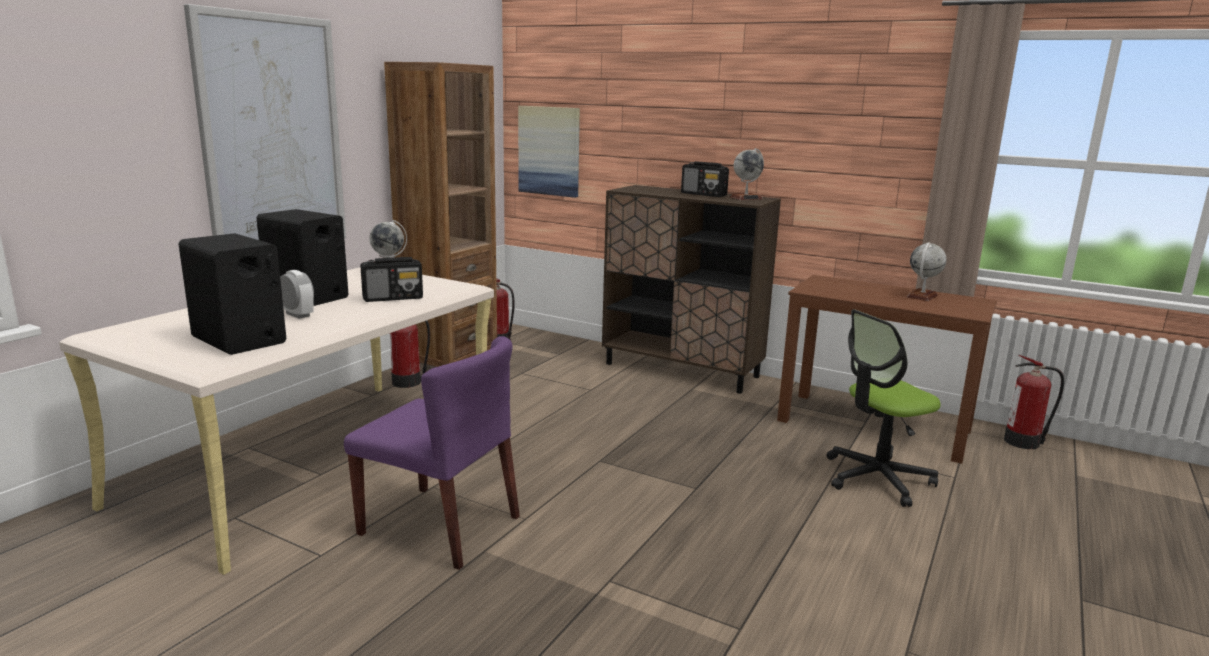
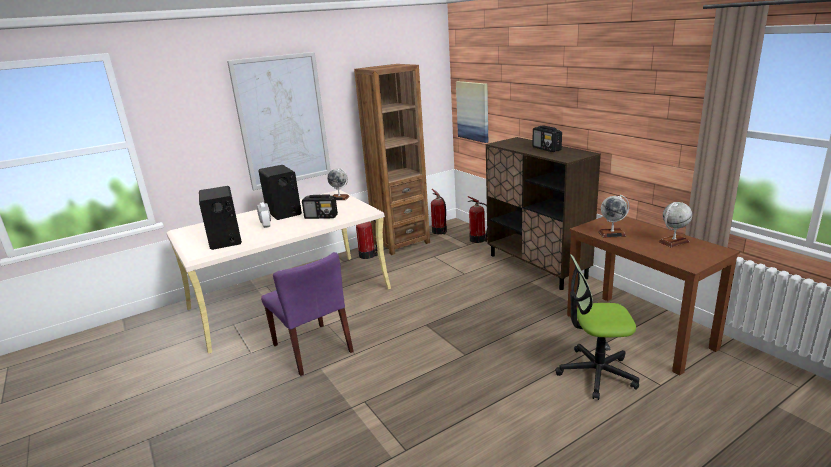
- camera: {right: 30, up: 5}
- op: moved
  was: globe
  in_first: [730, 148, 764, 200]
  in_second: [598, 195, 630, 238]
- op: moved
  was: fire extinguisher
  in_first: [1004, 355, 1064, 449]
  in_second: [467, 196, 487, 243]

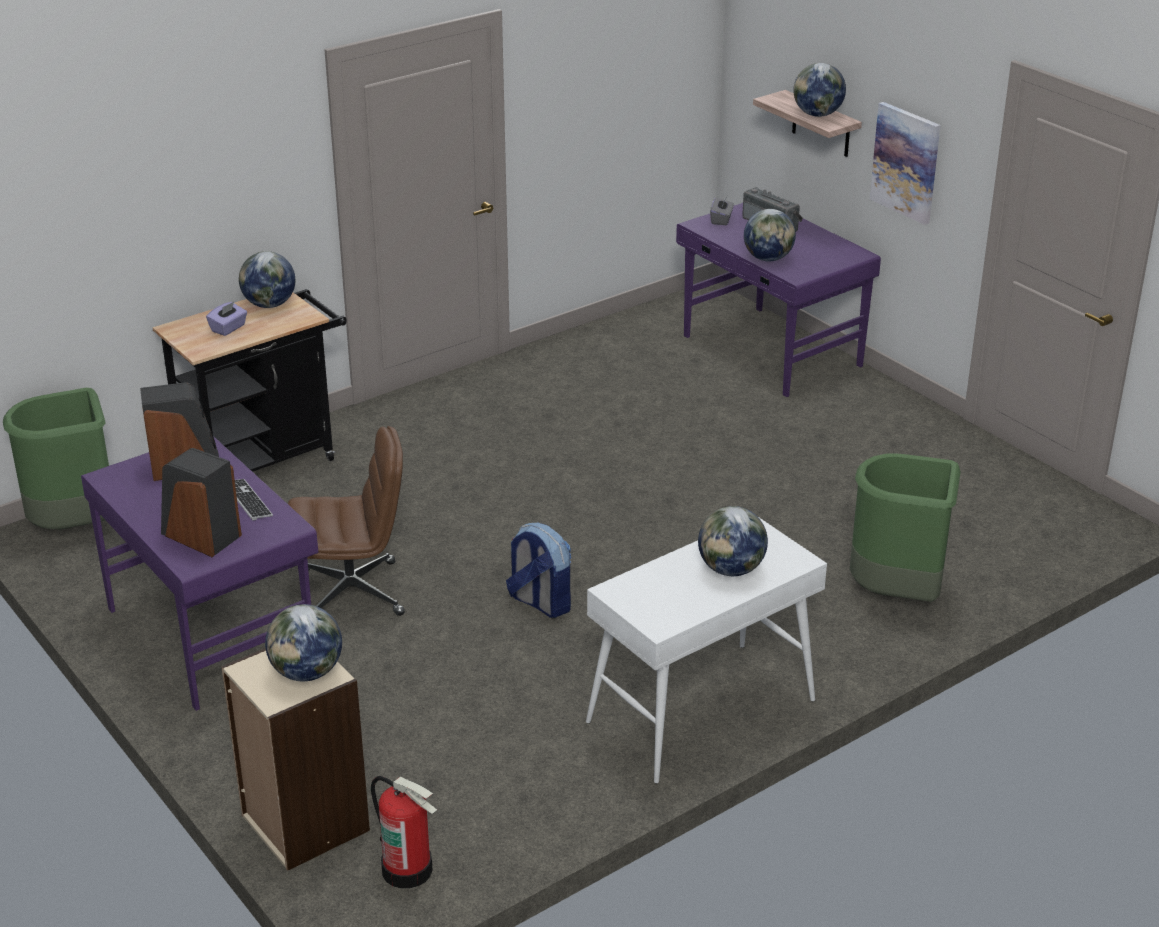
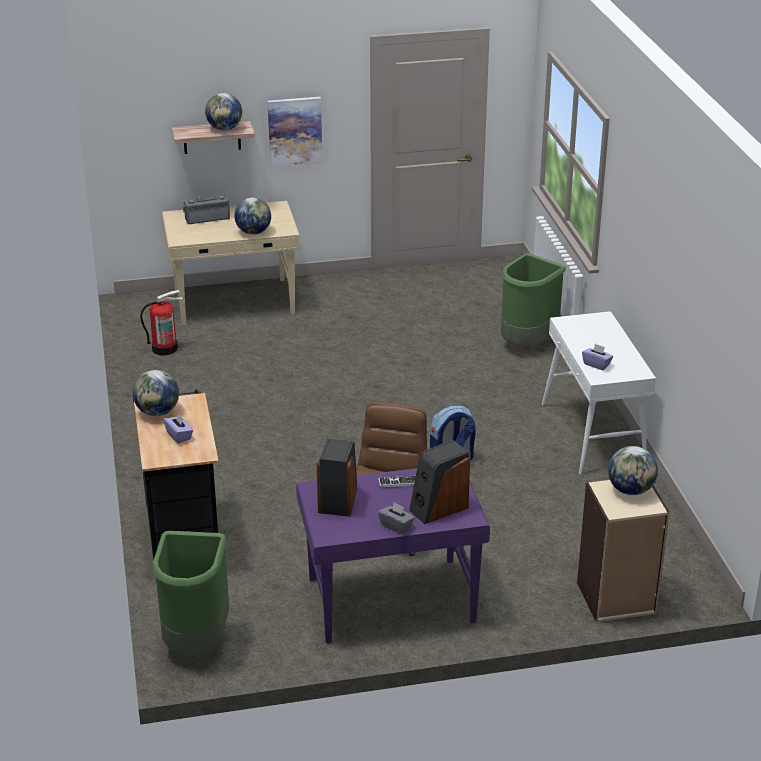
- camera: {right: -65, up: 0}
- op: moved
  was: grey tissue box
  in_first: [710, 196, 734, 225]
  in_second: [378, 502, 415, 534]
- op: recoloured
  was: purple desk
  now: beige desk
  in_first: [676, 203, 881, 397]
  in_second: [162, 201, 300, 325]
- op: removed
  was: globe
  in_first: [698, 506, 768, 576]
- op: moved
  was: fire extinguisher
  in_first: [371, 776, 437, 889]
  in_second: [140, 290, 183, 356]
- op: added
  now: purple tissue box
  in_second: [582, 344, 613, 370]

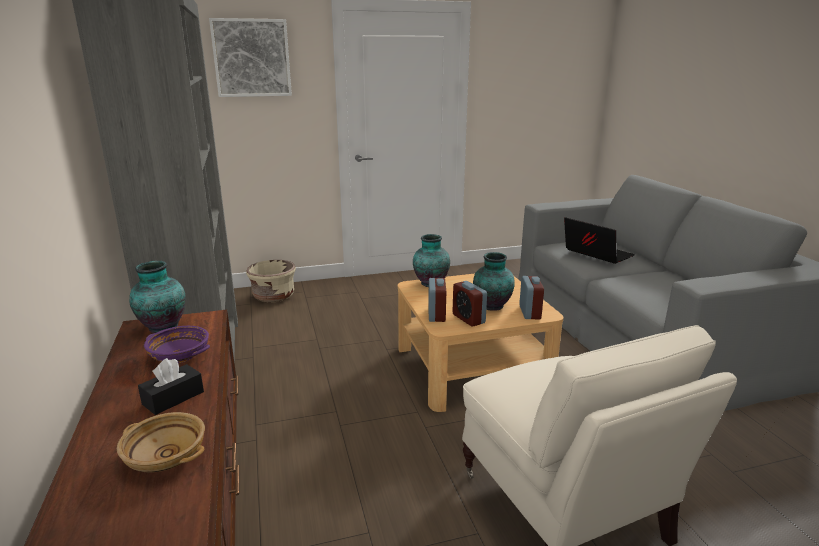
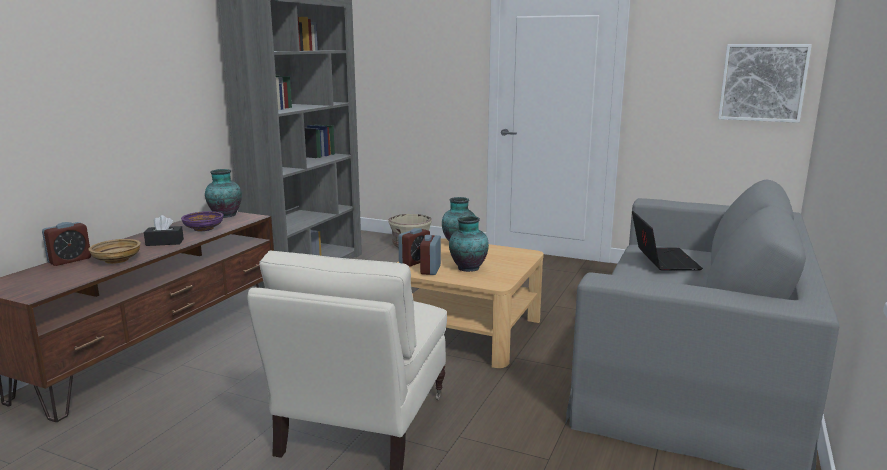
- camera: {right: 40, up: -5}
- op: moved
  was: picture
  in_first: [209, 18, 292, 97]
  in_second: [718, 44, 812, 123]
- op: moved
  was: alarm clock
  in_first: [519, 276, 544, 319]
  in_second: [42, 222, 91, 266]

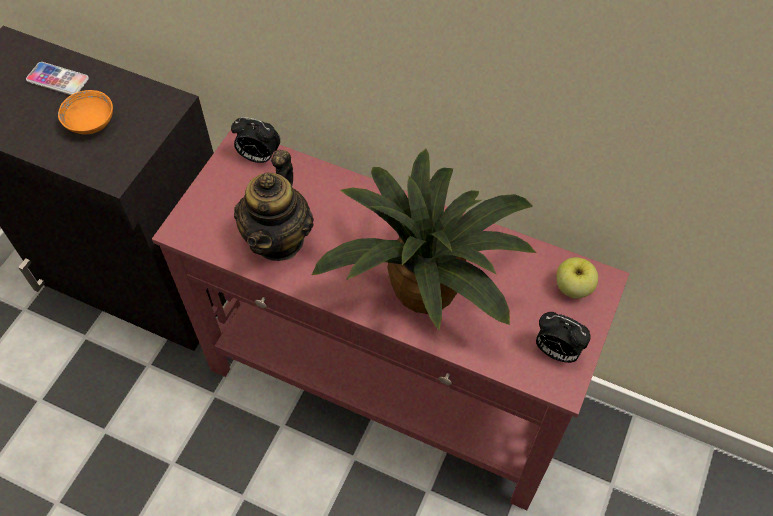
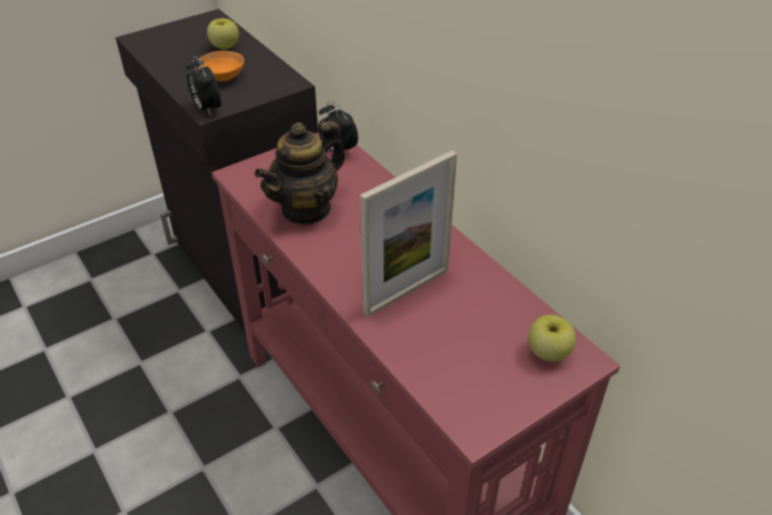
- camera: {right: 30, up: -15}
- op: replaced
  was: phone
  now: apple
  in_first: [26, 62, 89, 95]
  in_second: [207, 18, 239, 49]
- op: replaced
  was: potted plant
  now: picture frame
  in_first: [312, 149, 536, 330]
  in_second: [360, 150, 457, 317]
- op: moved
  was: alarm clock
  in_first: [536, 312, 591, 363]
  in_second: [186, 56, 221, 116]

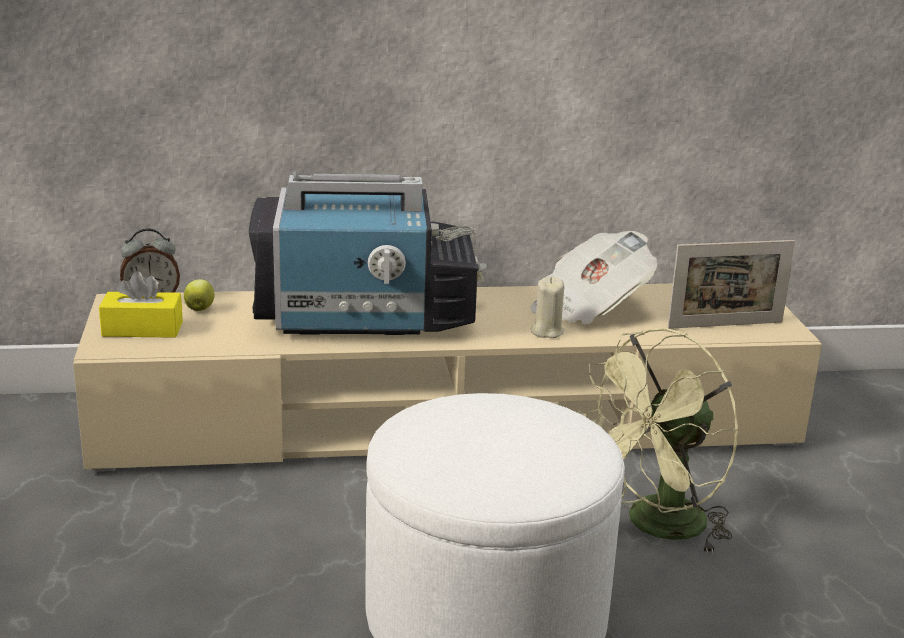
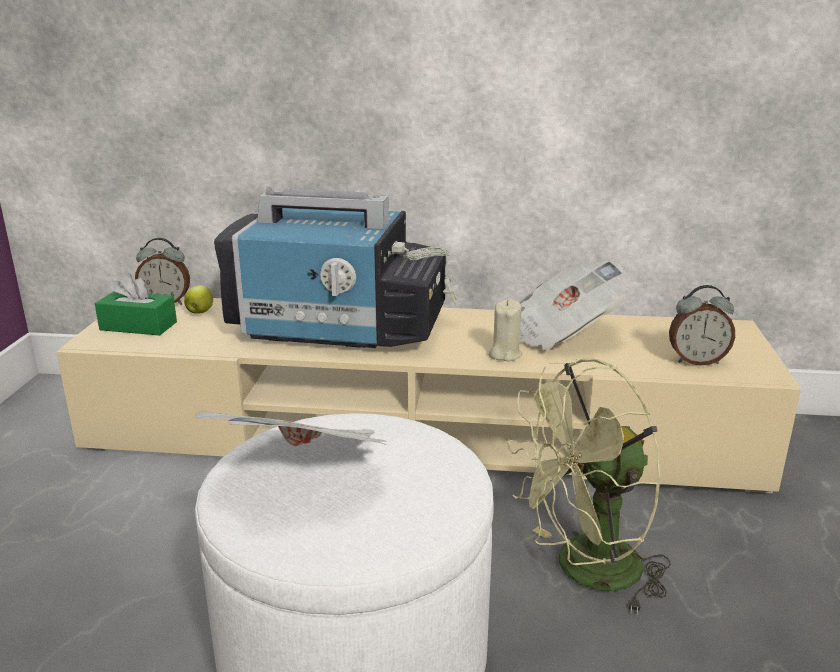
- camera: {right: 15, up: 0}
- op: replaced
  was: picture frame
  now: alarm clock
  in_first: [668, 240, 795, 329]
  in_second: [669, 285, 735, 366]
- op: recoloured
  was: yellow tissue box
  now: green tissue box
  in_first: [99, 271, 183, 338]
  in_second: [95, 273, 177, 335]
- op: added
  now: newspaper
  in_second: [194, 411, 386, 446]

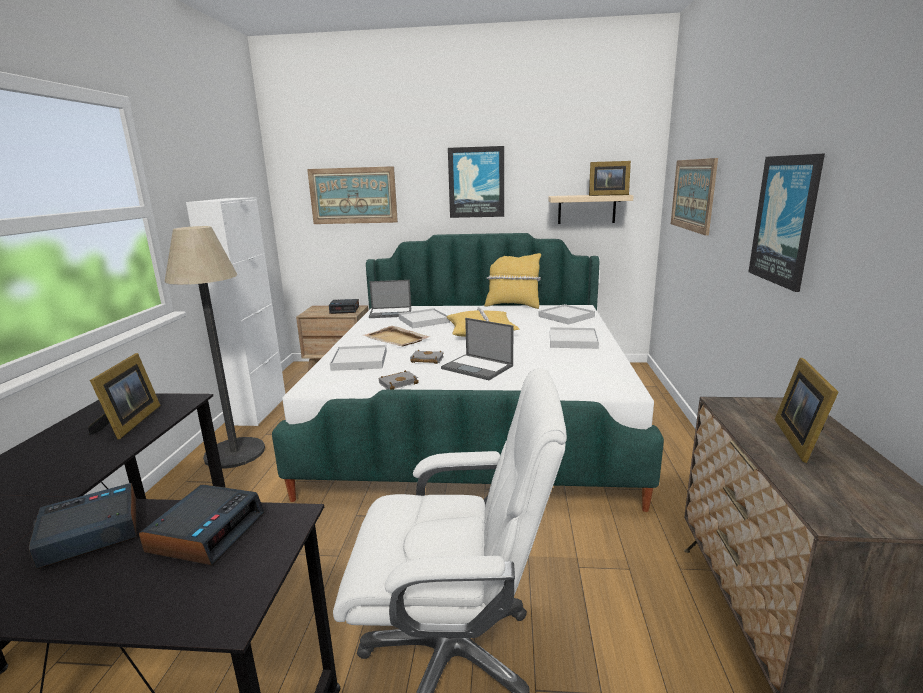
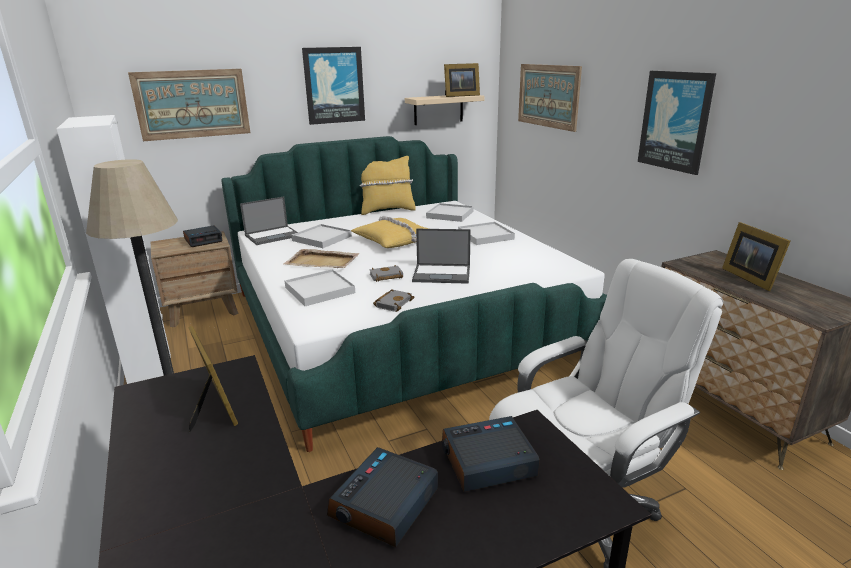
- camera: {right: -30, up: 5}
- op: turned
  was: alarm clock
  in_first: [139, 484, 265, 565]
  in_second: [442, 416, 540, 492]
  clockwise: -90

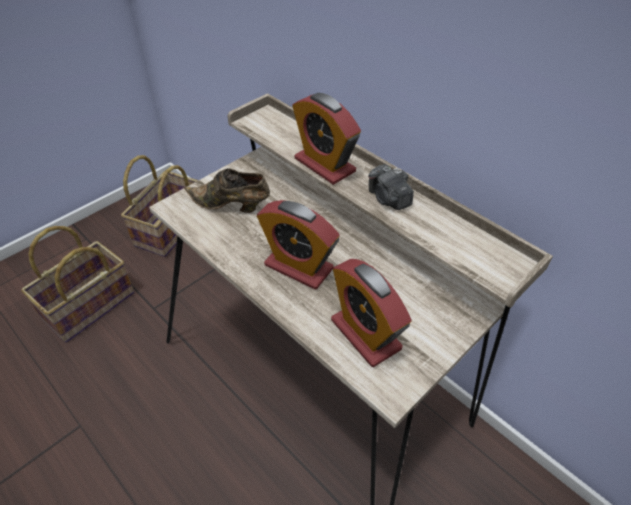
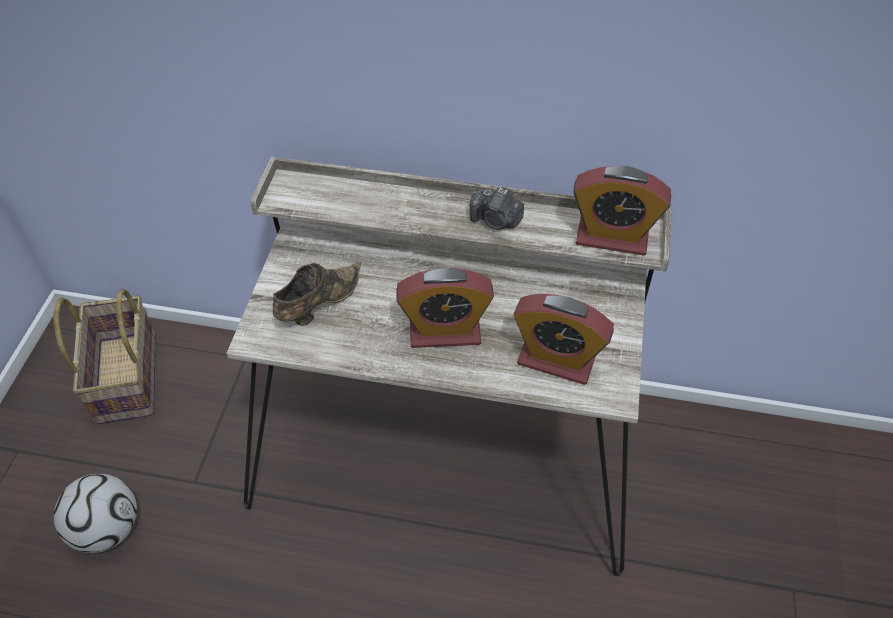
- camera: {right: -35, up: 5}
- op: moved
  was: alarm clock
  in_first: [293, 93, 361, 185]
  in_second: [573, 166, 671, 256]
- op: turned
  was: brown shoe
  in_first: [184, 168, 270, 213]
  in_second: [273, 261, 361, 326]
  clockwise: 150
- op: replaced
  was: basket
  now: football
  in_first: [21, 226, 134, 343]
  in_second: [54, 474, 137, 553]

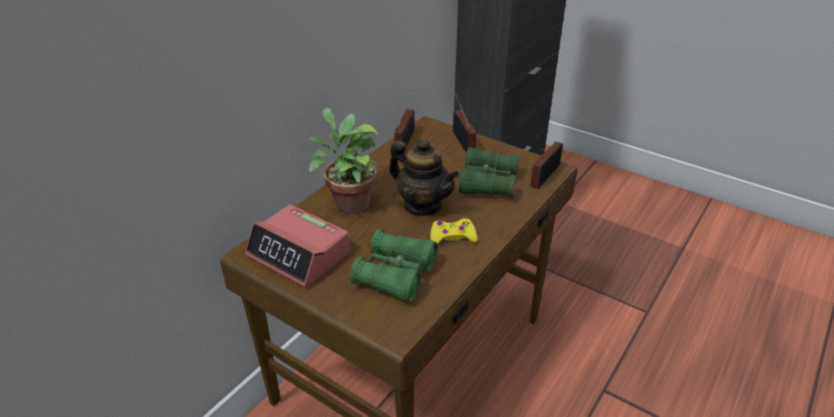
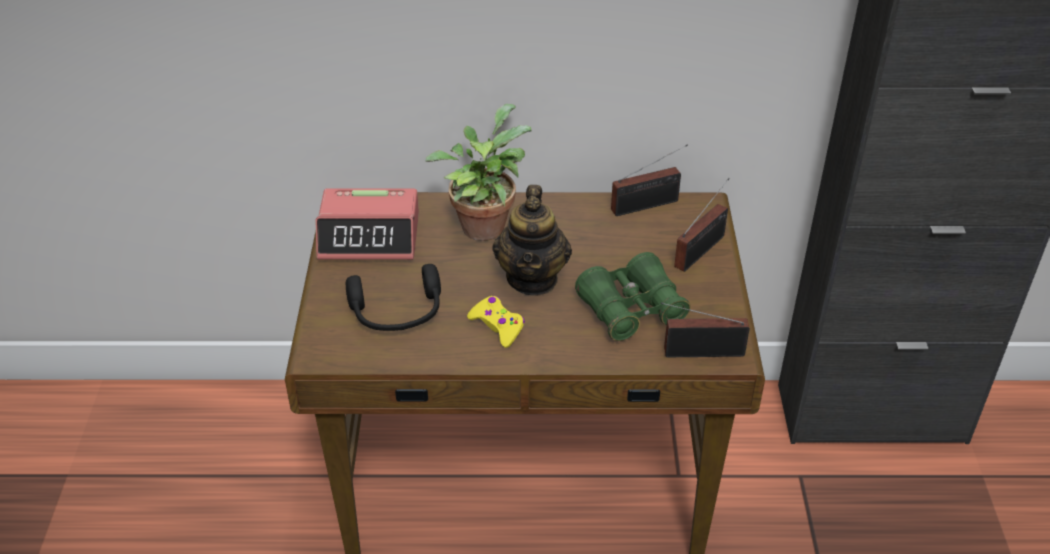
- camera: {right: 55, up: 5}
- op: turned
  was: alarm clock
  in_first: [245, 205, 350, 288]
  in_second: [315, 188, 419, 260]
  clockwise: -90
- op: replaced
  was: green binoculars
  now: black headphones
  in_first: [350, 229, 437, 302]
  in_second: [346, 264, 441, 331]

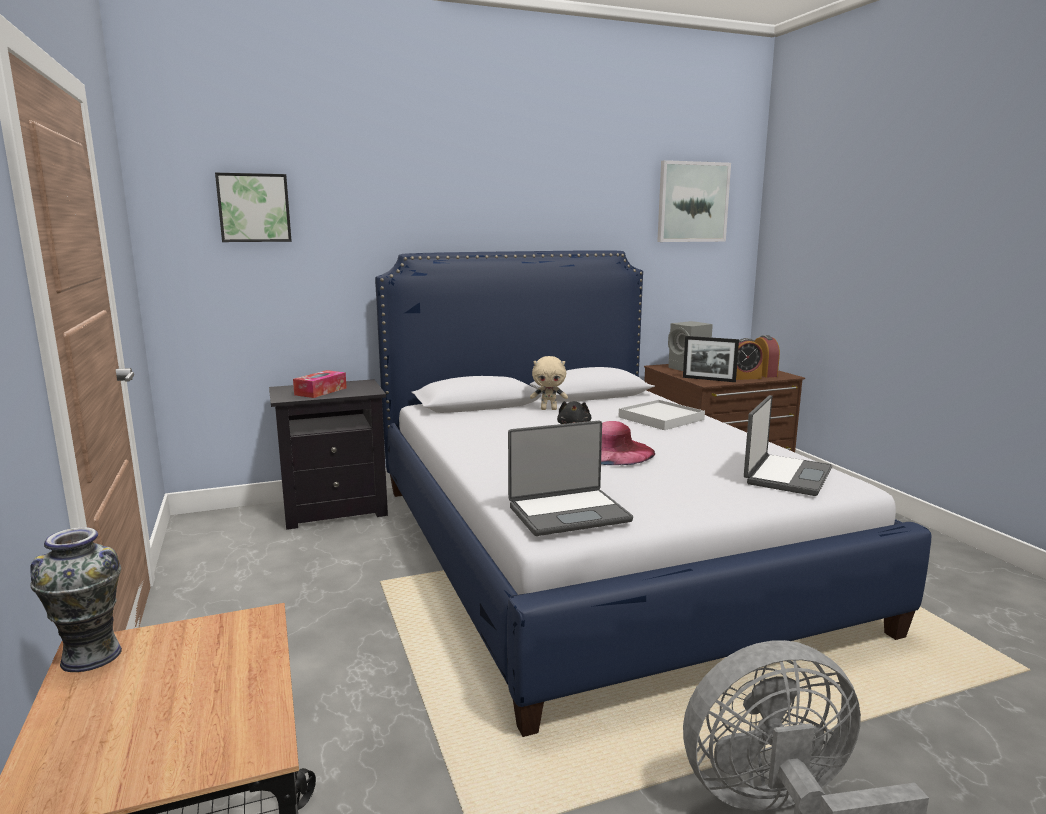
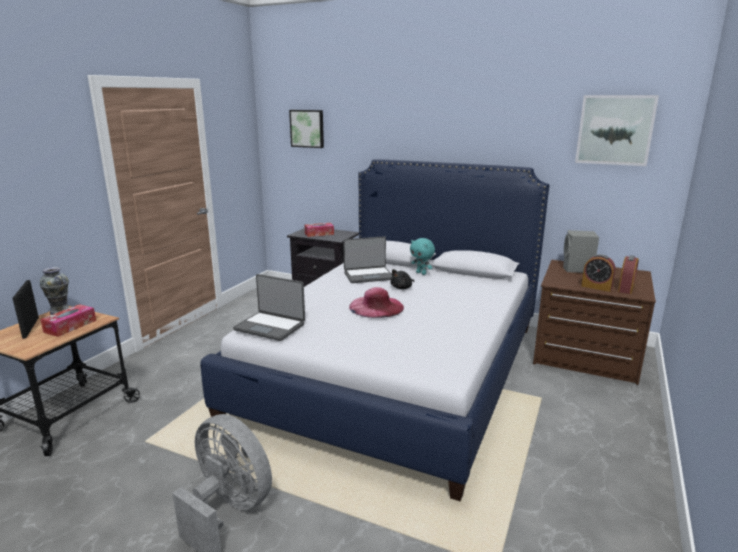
- camera: {right: 45, up: 5}
- op: moved
  was: picture frame
  in_first: [683, 336, 739, 382]
  in_second: [13, 280, 39, 339]
- op: recoloured
  was: beige plush toy
  now: turquoise plush toy
  in_first: [530, 356, 568, 410]
  in_second: [410, 238, 435, 275]
- op: moved
  was: laptop
  in_first: [744, 395, 832, 496]
  in_second: [343, 236, 392, 283]
- op: removed
  was: white tray
  in_first: [619, 400, 705, 430]
- op: added
  now: tissue box
  in_second: [40, 304, 96, 337]

